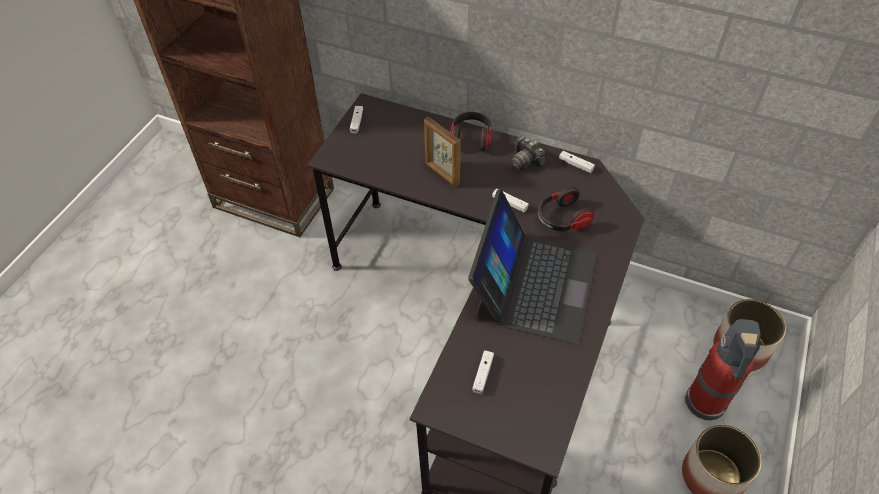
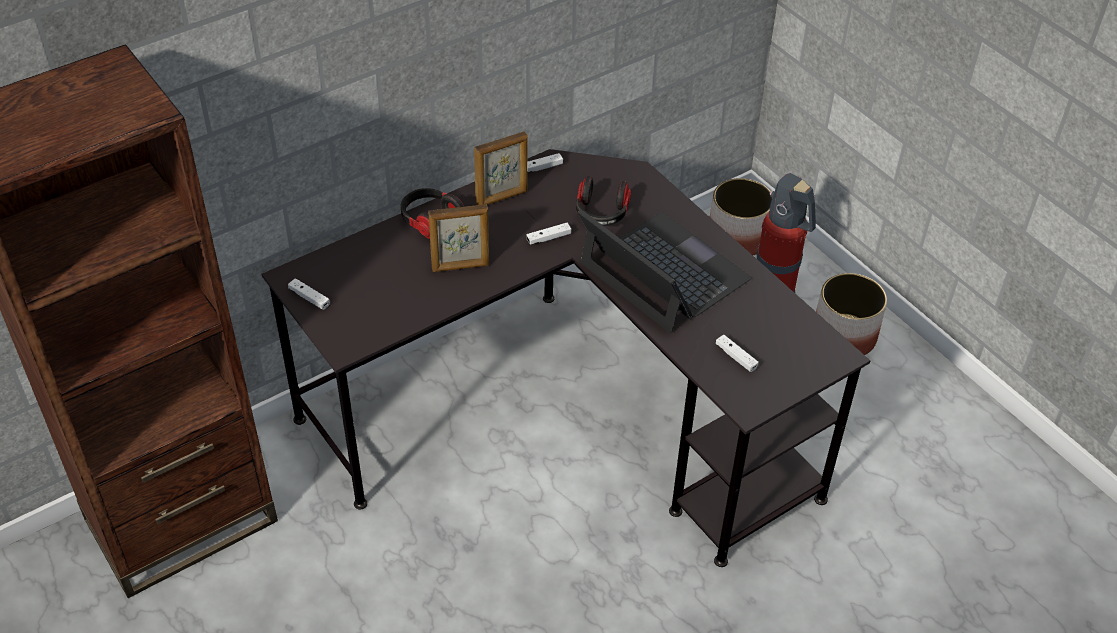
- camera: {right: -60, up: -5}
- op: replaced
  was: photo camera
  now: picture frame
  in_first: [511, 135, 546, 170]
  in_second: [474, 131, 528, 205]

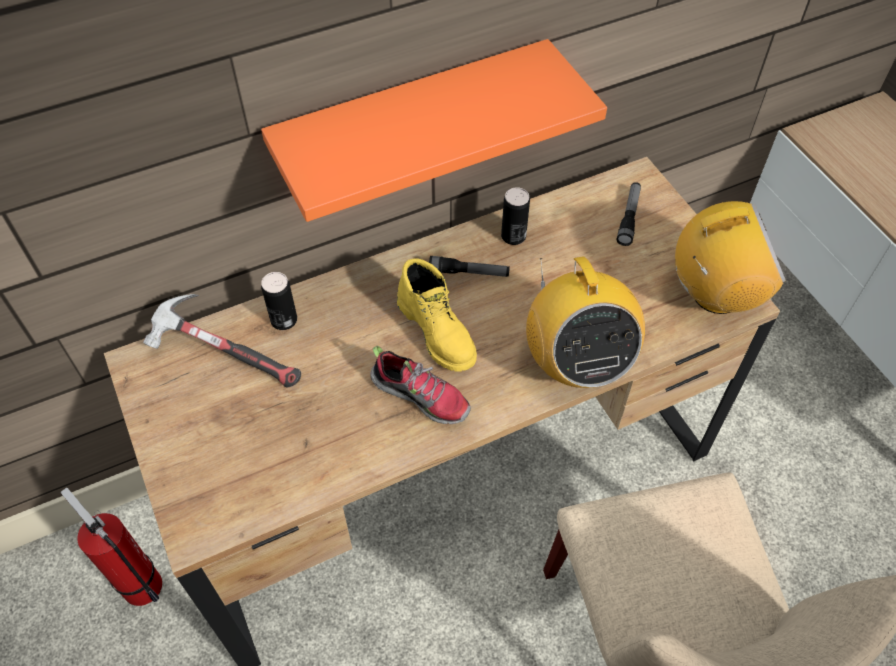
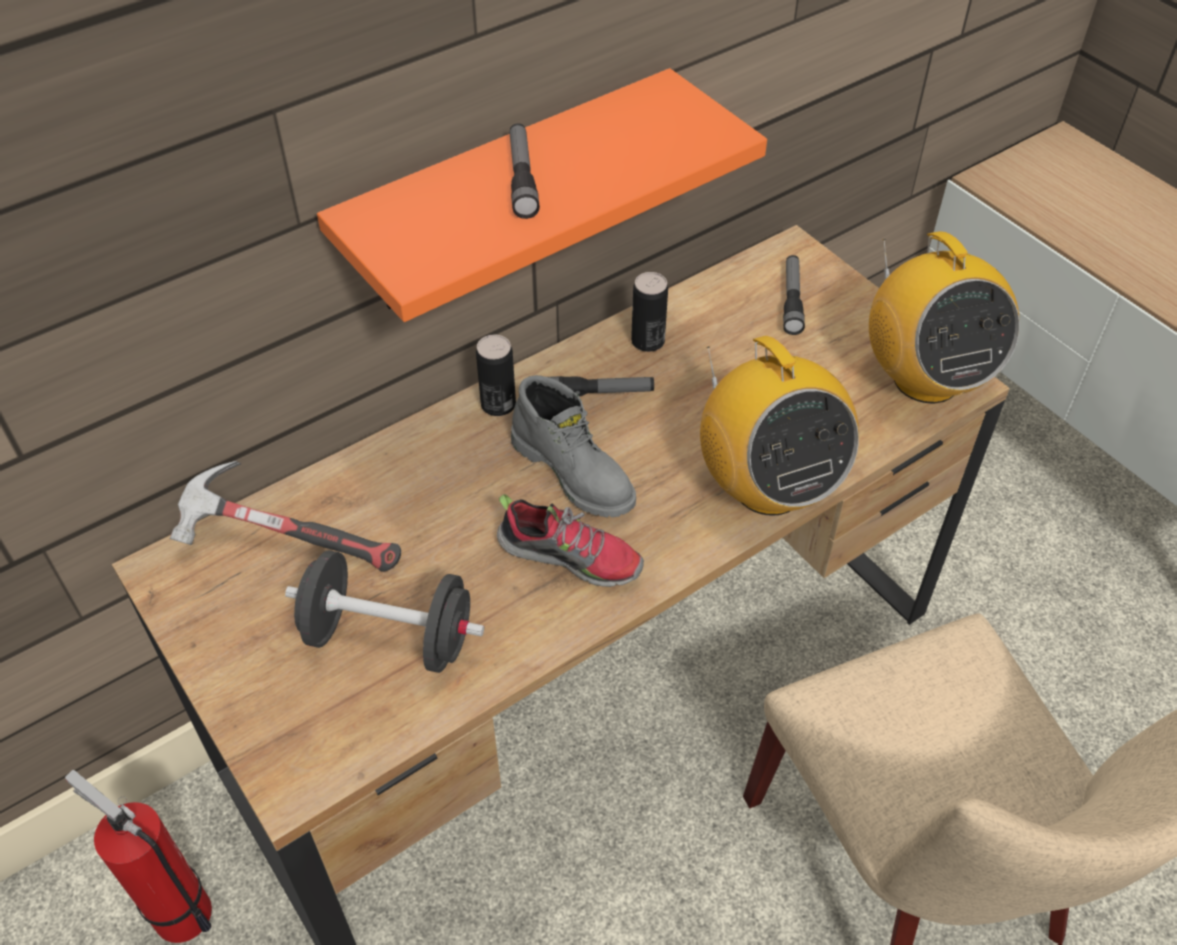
- camera: {right: -10, up: -5}
- op: turned
  was: radio
  in_first: [675, 201, 786, 314]
  in_second: [869, 231, 1020, 403]
  clockwise: 90
- op: recoloured
  was: yellow boot
  now: grey boot
  in_first: [397, 258, 477, 372]
  in_second: [511, 375, 636, 517]
- op: moved
  was: can
  in_first: [261, 272, 297, 330]
  in_second: [476, 335, 516, 416]
- op: added
  now: flashlight
  in_second: [510, 123, 540, 219]
- op: added
  now: black dumbbell
  in_second: [285, 550, 484, 673]

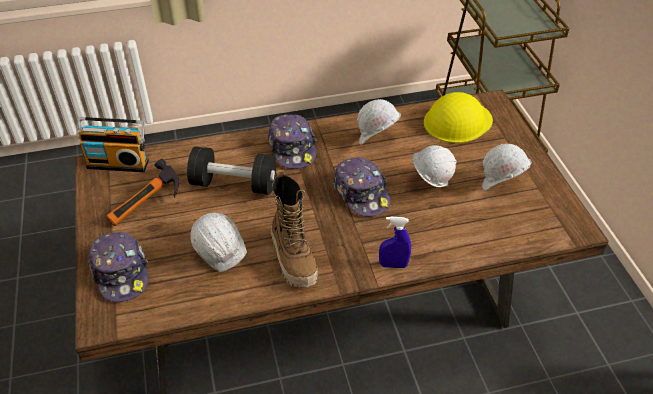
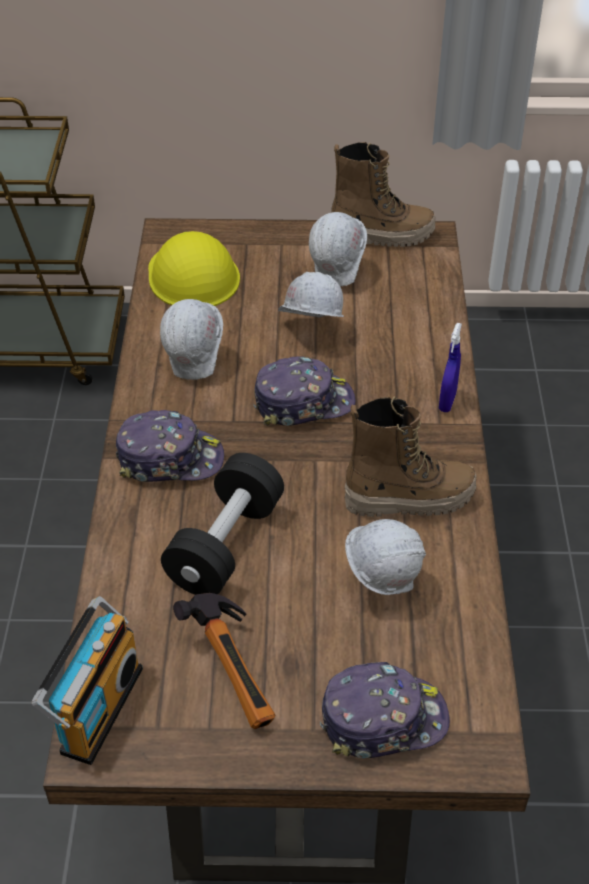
- camera: {right: -75, up: 0}
- op: added
  now: boot
  in_second: [331, 142, 435, 247]

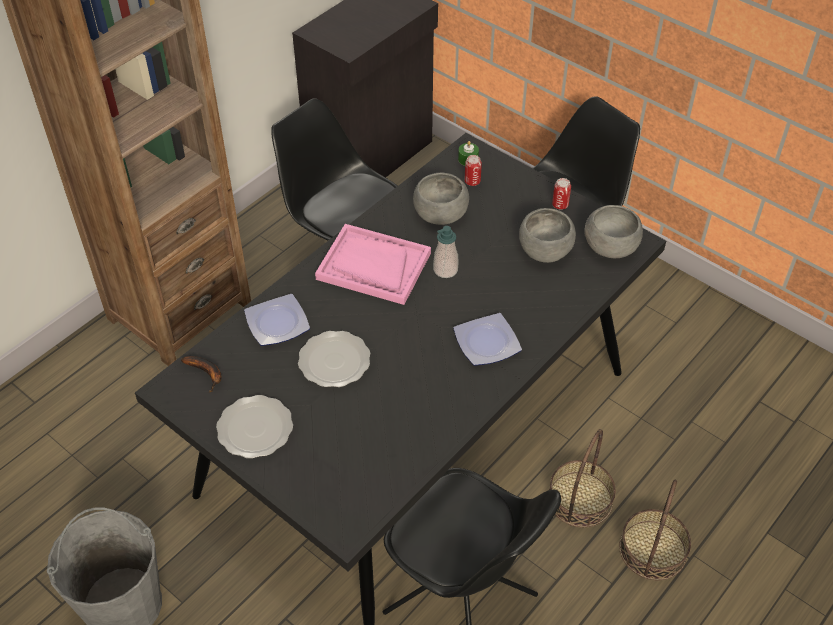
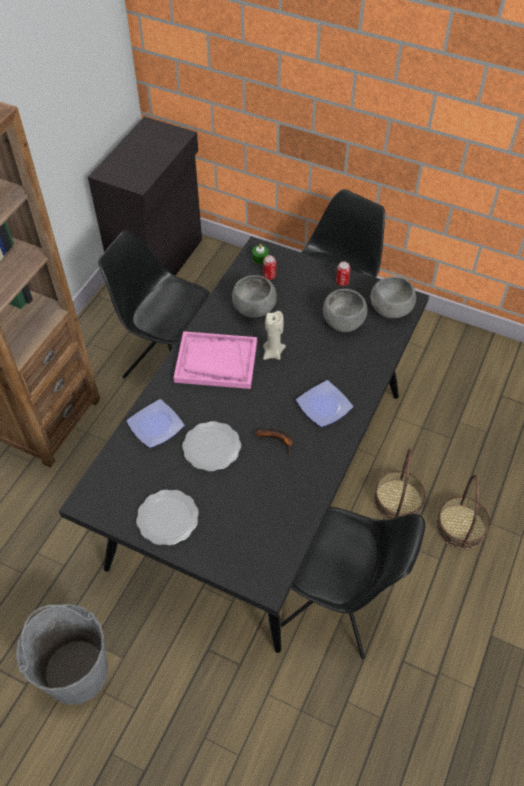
- camera: {right: -15, up: 5}
- op: replaced
  was: soap dispenser
  now: beige candle
  in_first: [433, 226, 459, 278]
  in_second: [263, 311, 286, 360]
- op: moved
  was: banana
  in_first: [181, 356, 222, 393]
  in_second: [254, 429, 293, 455]

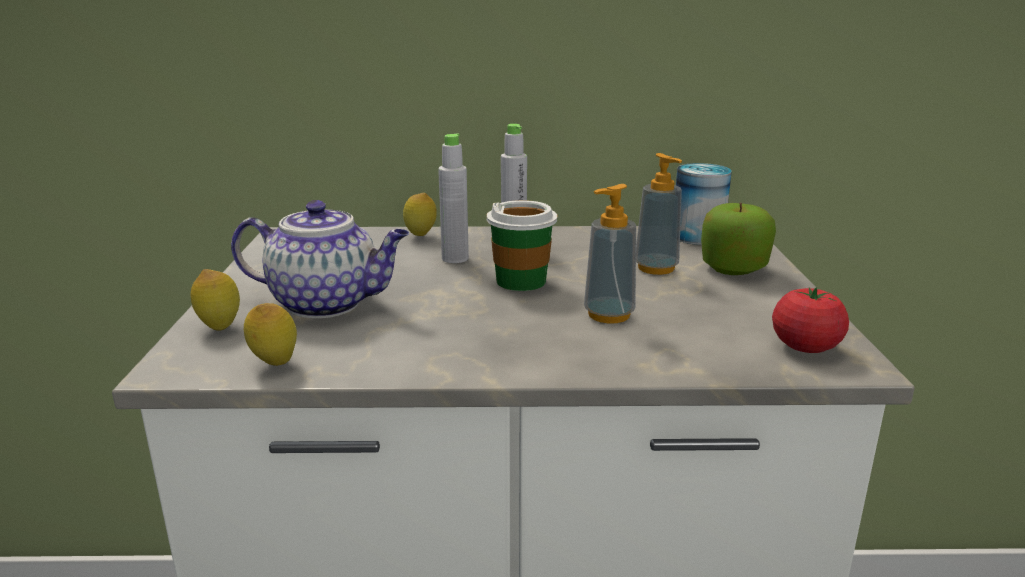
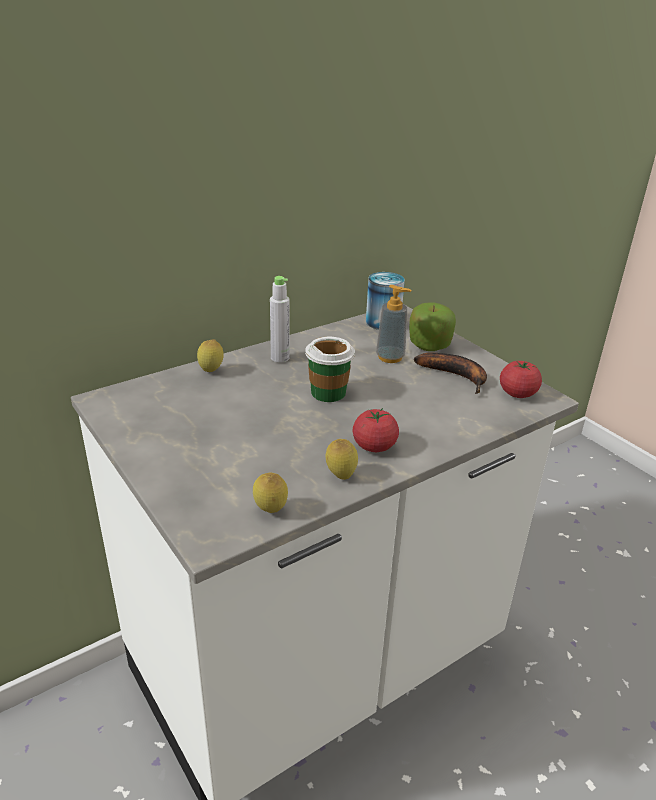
- camera: {right: -35, up: 10}
- op: removed
  was: grey bottle
  in_first: [438, 133, 469, 263]
- op: removed
  was: soap dispenser
  in_first: [584, 184, 636, 324]
- op: removed
  was: teapot
  in_first: [231, 200, 409, 318]
- op: moved
  was: lemon
  in_first: [190, 269, 240, 331]
  in_second: [326, 439, 358, 480]
- op: added
  now: banana
  in_second: [414, 353, 487, 394]
- op: added
  now: tomato
  in_second: [353, 408, 399, 452]

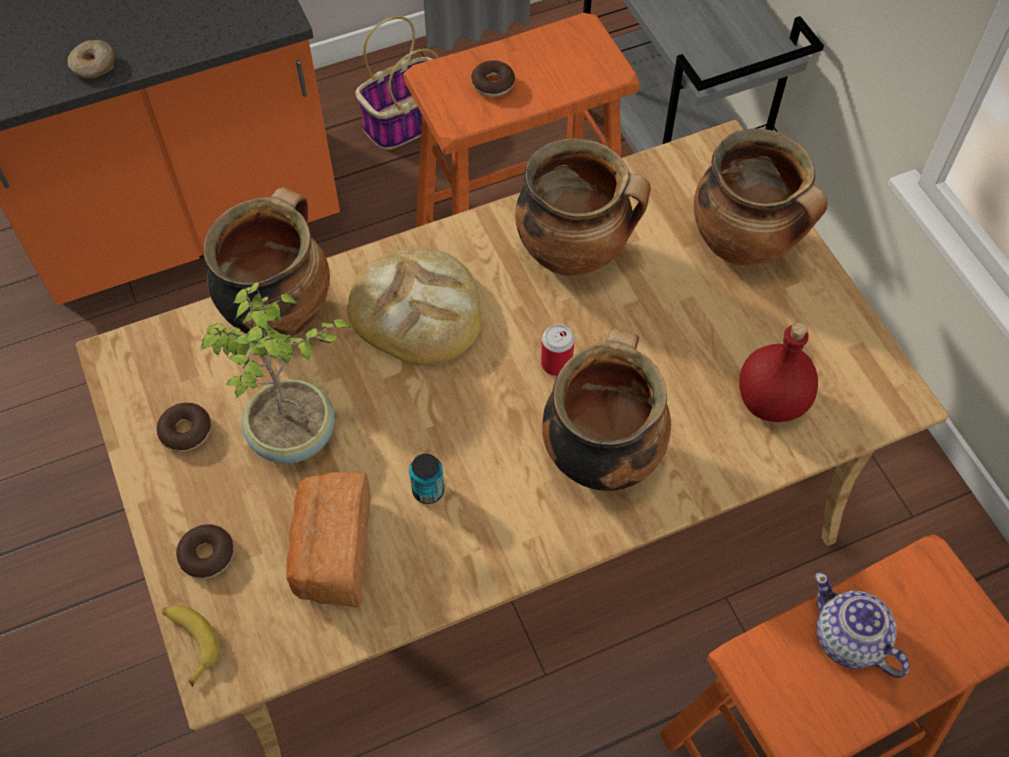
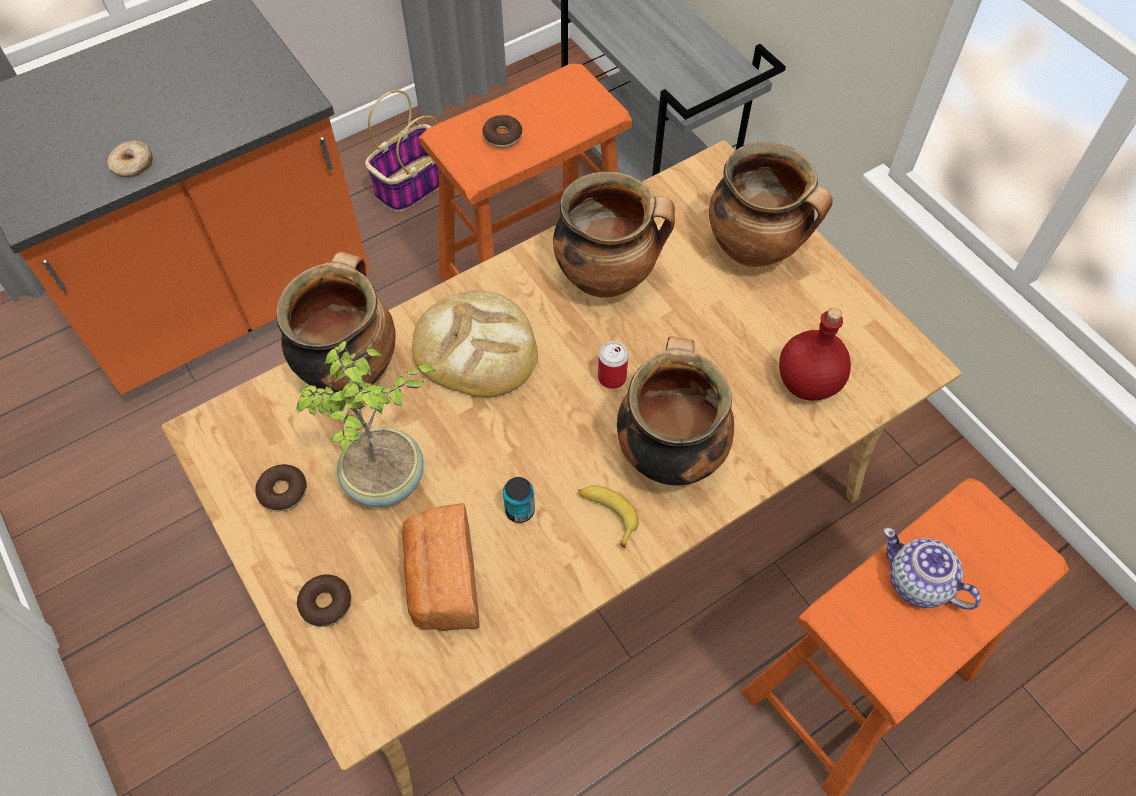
- camera: {right: -10, up: 0}
- op: moved
  was: banana
  in_first: [162, 605, 220, 687]
  in_second: [578, 485, 639, 548]

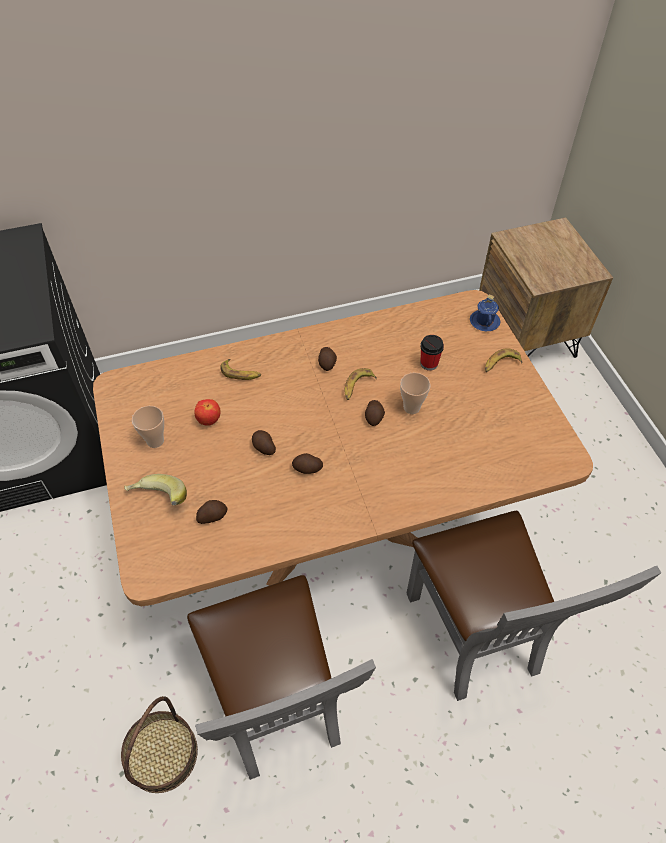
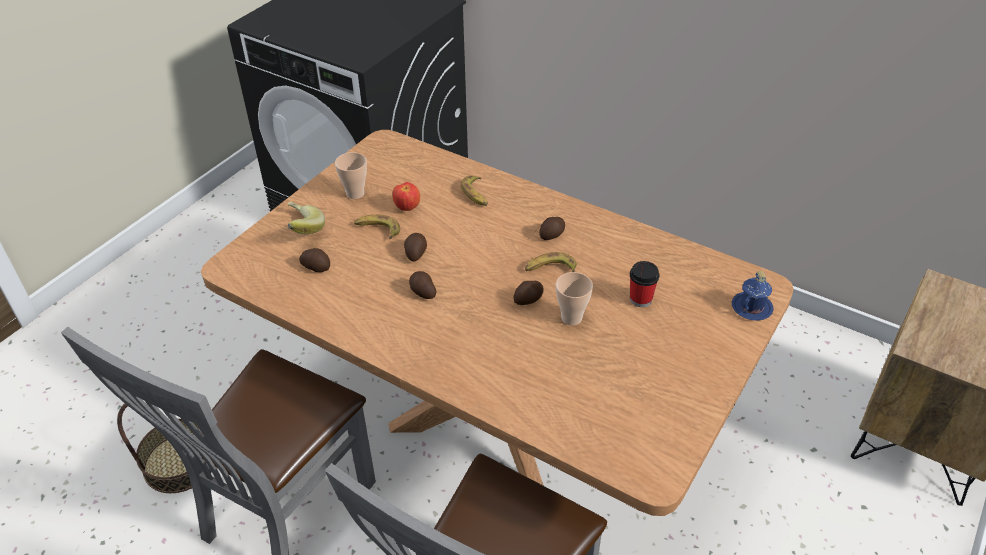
- camera: {right: 50, up: -10}
- op: moved
  was: banana
  in_first: [485, 348, 522, 372]
  in_second: [354, 215, 400, 239]

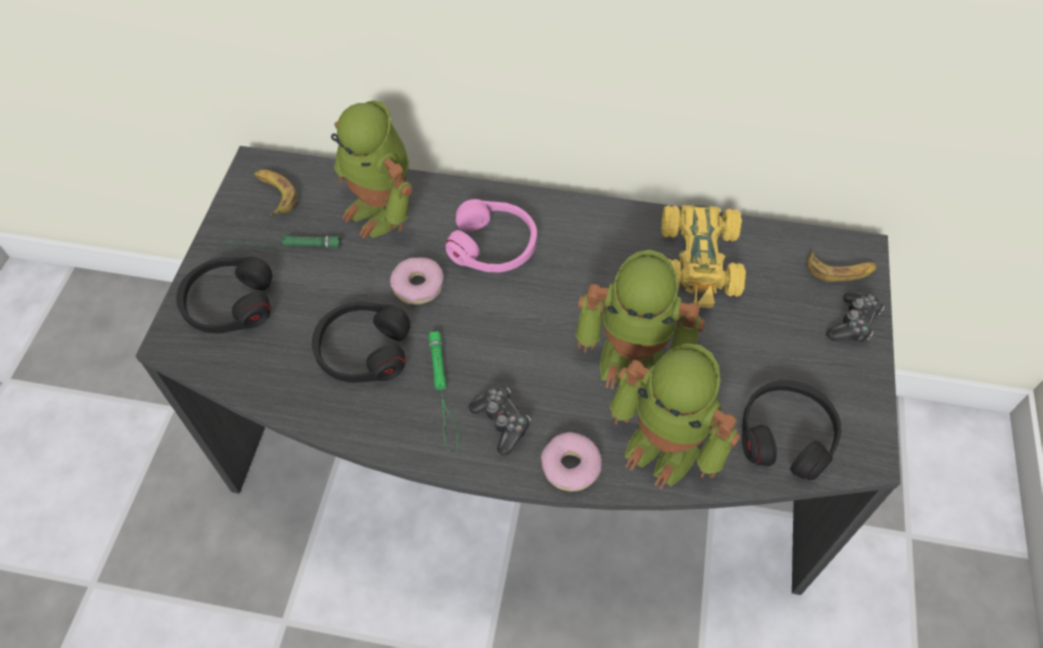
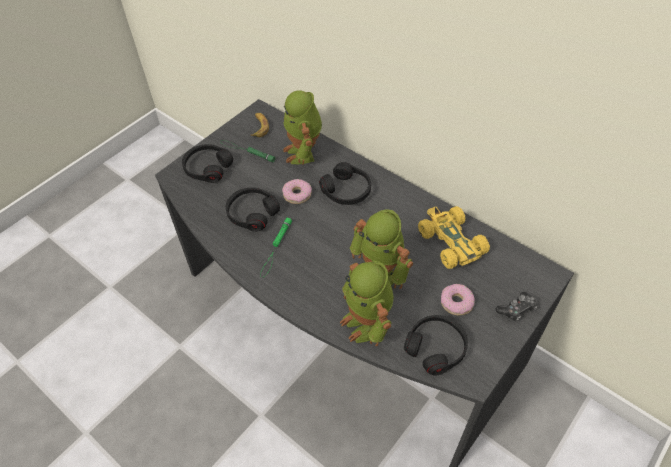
- camera: {right: 30, up: -5}
- op: recoloured
  was: pink headphones
  now: black headphones
  in_first: [445, 199, 537, 273]
  in_second: [319, 162, 371, 205]
- op: turned
  was: yellow toy car
  in_first: [661, 205, 746, 308]
  in_second: [418, 206, 490, 269]
  clockwise: 120
- op: removed
  was: banana
  in_first: [806, 251, 878, 282]
- op: removed
  was: game controller
  in_first: [469, 387, 531, 456]
- op: moved
  was: donut
  in_first: [541, 432, 602, 492]
  in_second: [441, 284, 475, 315]

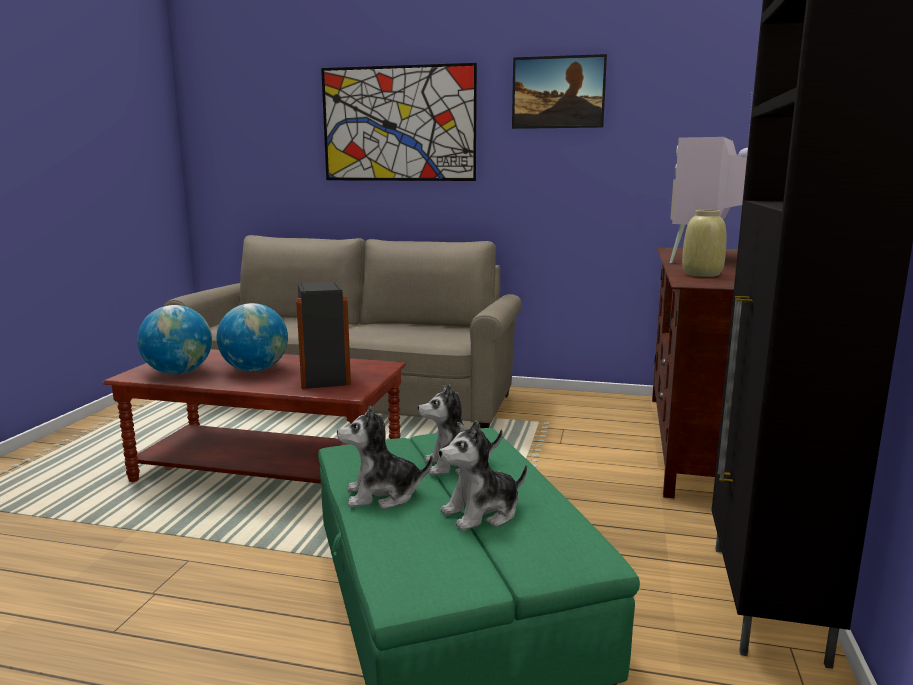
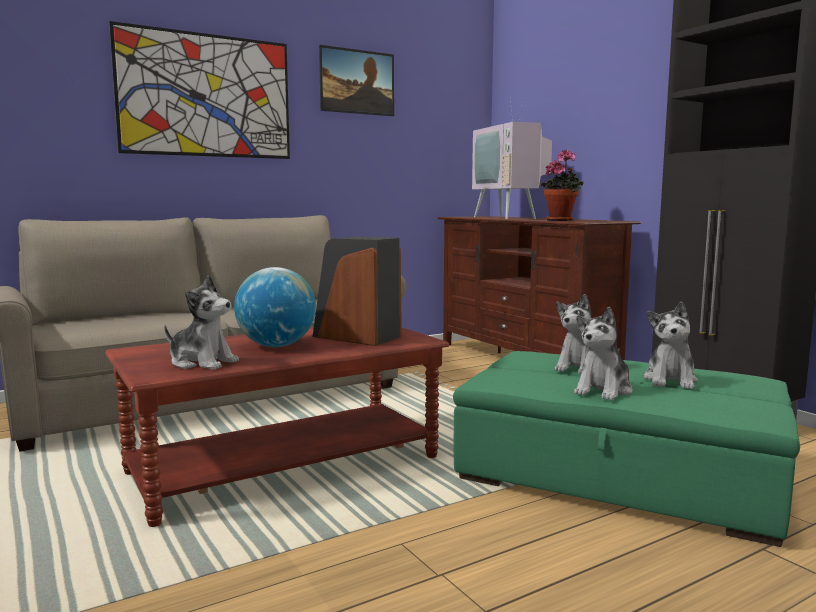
- camera: {right: -45, up: -5}
- op: replaced
  was: beige vase
  now: potted plant
  in_first: [682, 210, 726, 277]
  in_second: [539, 149, 583, 221]
- op: replaced
  was: globe
  now: plush toy
  in_first: [137, 305, 212, 374]
  in_second: [164, 275, 239, 370]

